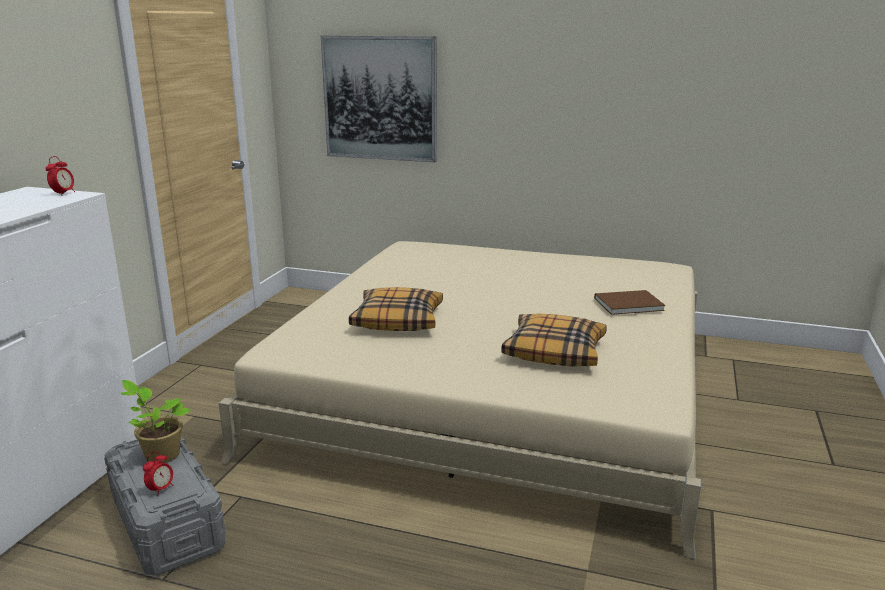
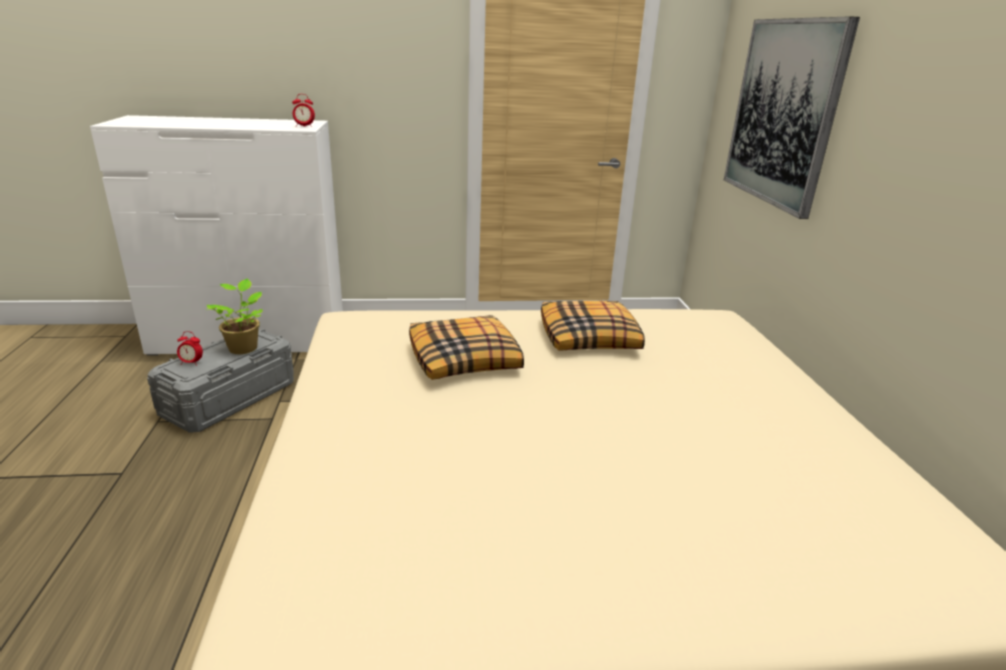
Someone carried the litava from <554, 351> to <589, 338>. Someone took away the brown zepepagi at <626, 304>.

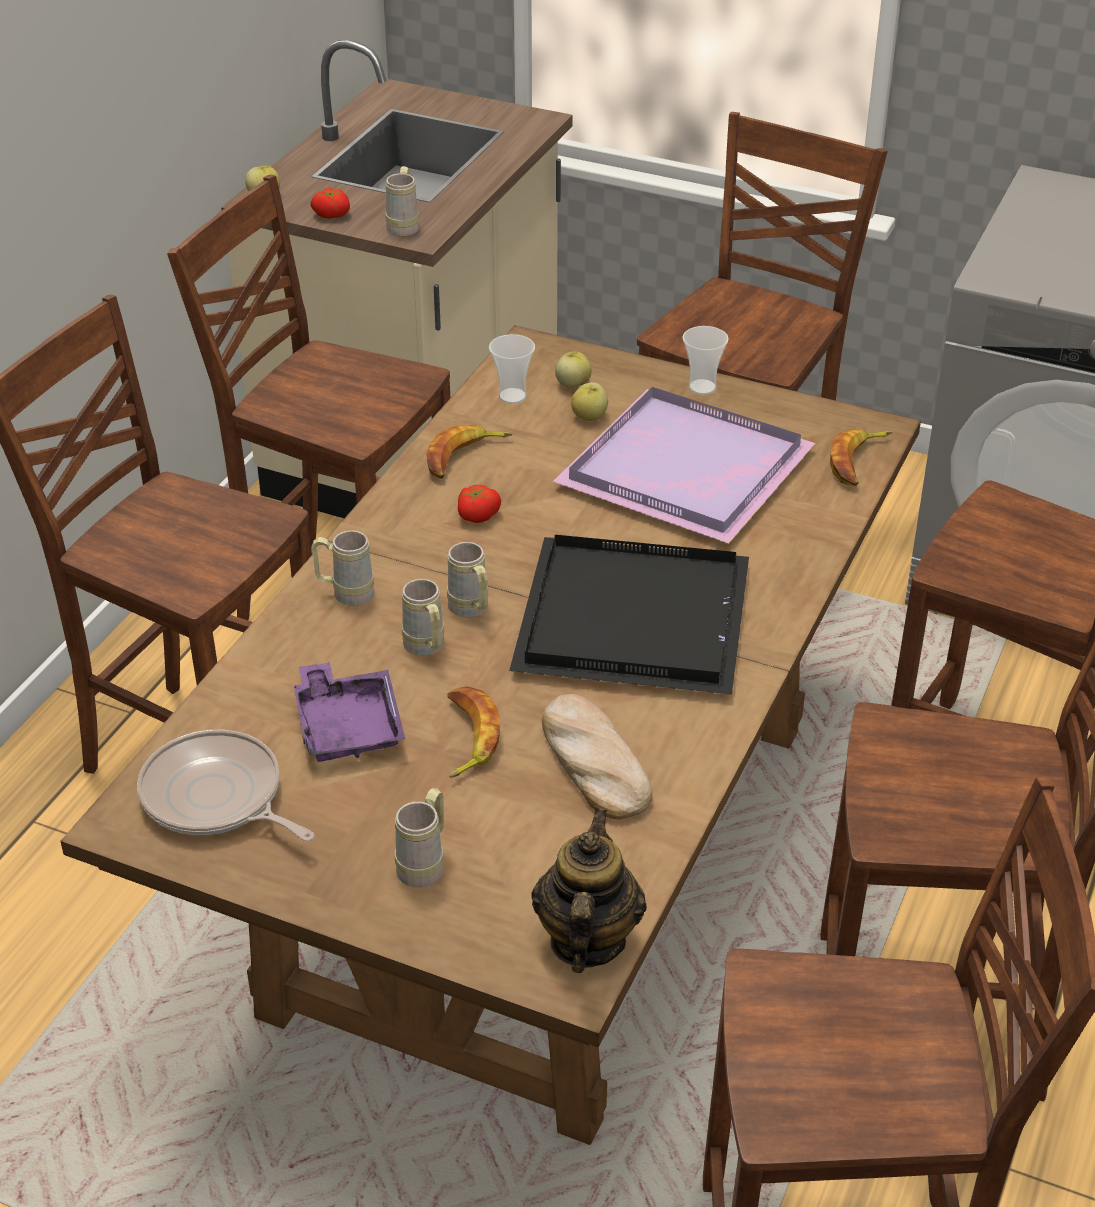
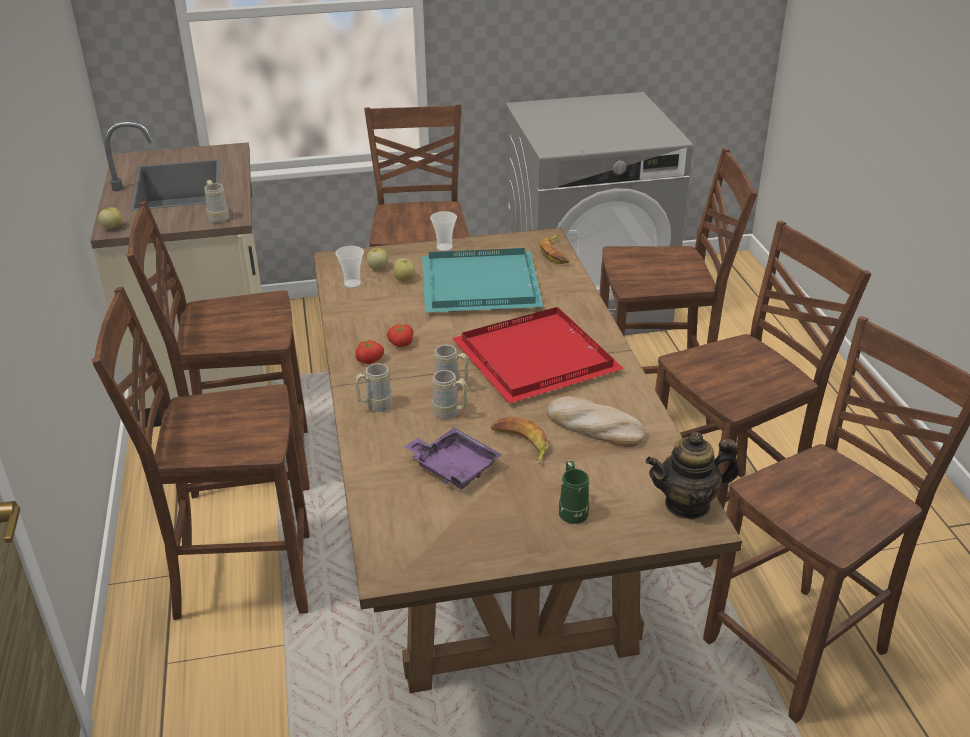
Someone took away the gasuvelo at <217, 798>. Someone carried the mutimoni from <332, 214> to <369, 359>. Someone repainted the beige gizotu at <425, 864>, which became the green gizotu at <572, 510>. Someone took away the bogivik at <464, 457>. Someone repainted the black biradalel at <636, 623>, which became the red biradalel at <539, 358>. Someone rotated the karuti at <586, 940> by 75 degrees counterclockwise. Someone repainted the purple biradalel at <687, 473>, which became the turquoise biradalel at <482, 286>.

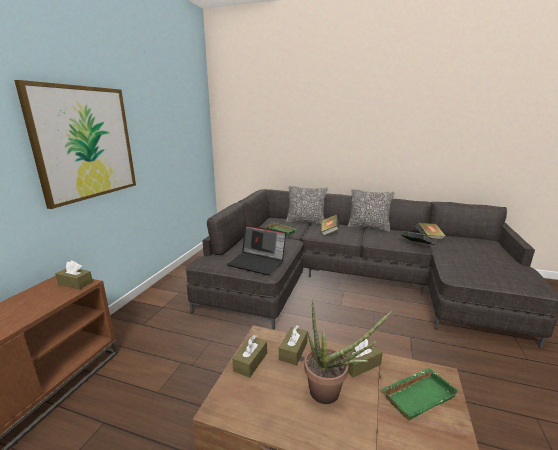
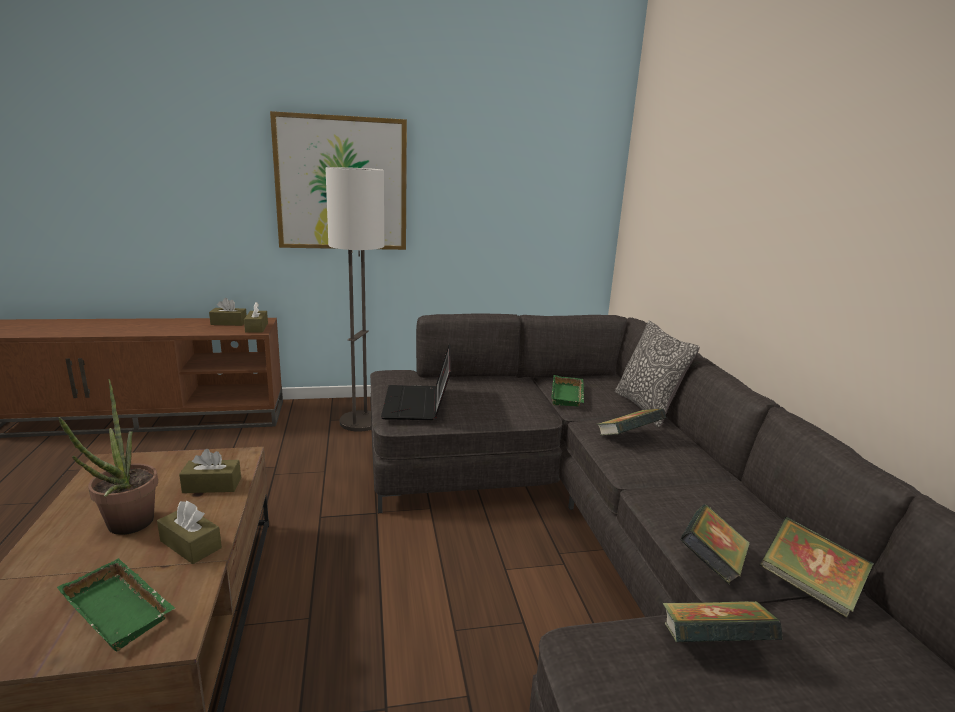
Someone carried the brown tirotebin from <250, 362> to <229, 323>. Someone took away the litava at <368, 227>. Someone put down the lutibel at <360, 422>. Someone put down the zepepagi at <712, 646>.

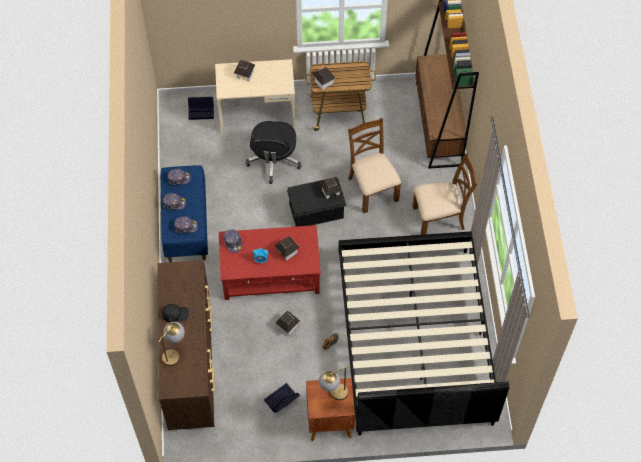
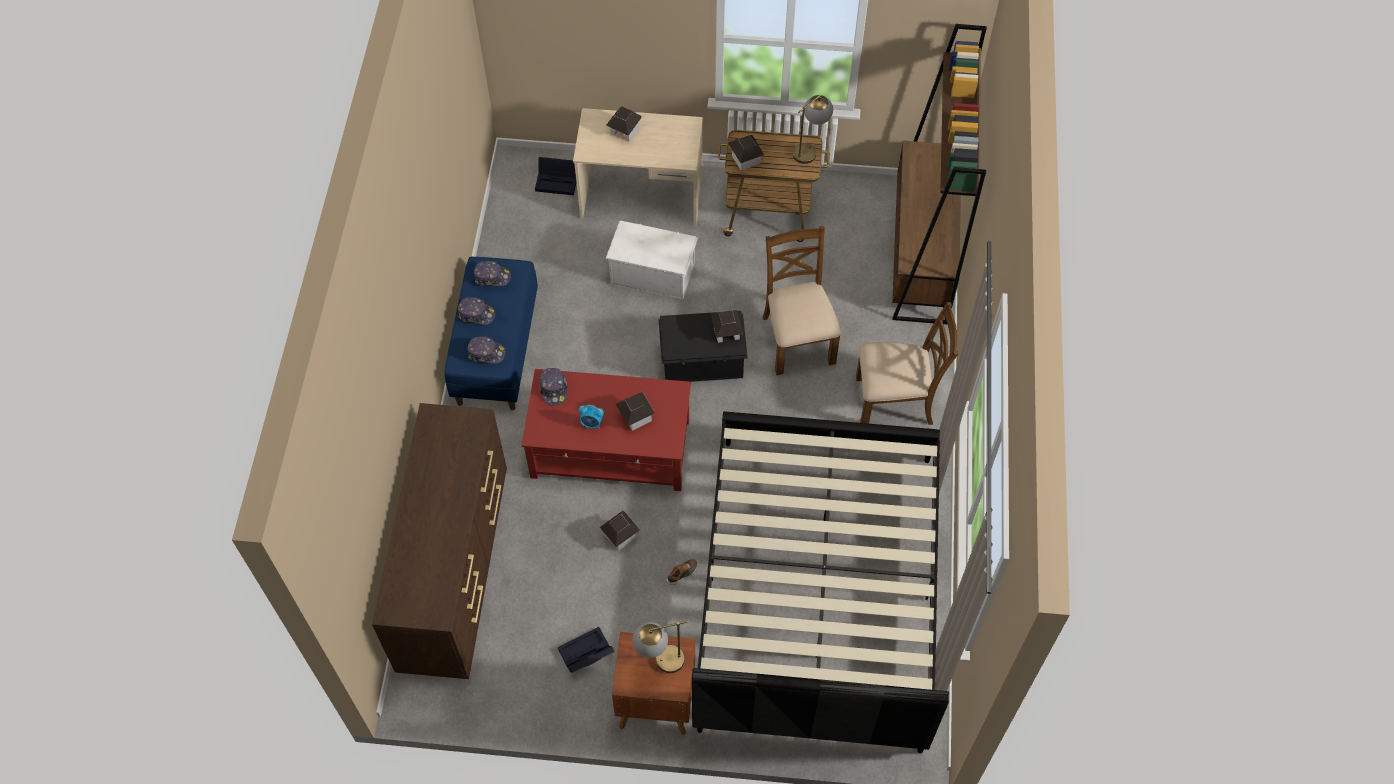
Someone carried the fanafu from <174, 353> to <810, 149>. Someone took away the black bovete at <175, 314>. Someone swapped the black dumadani at <273, 161> for the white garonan at <652, 272>.

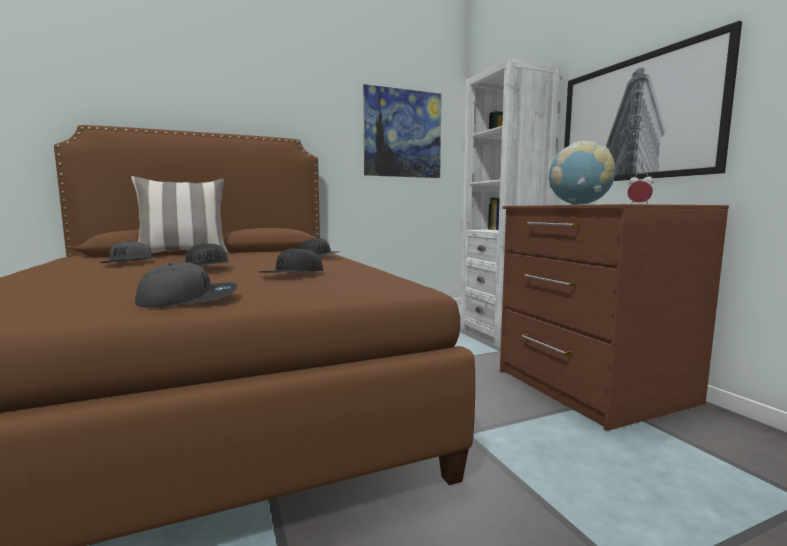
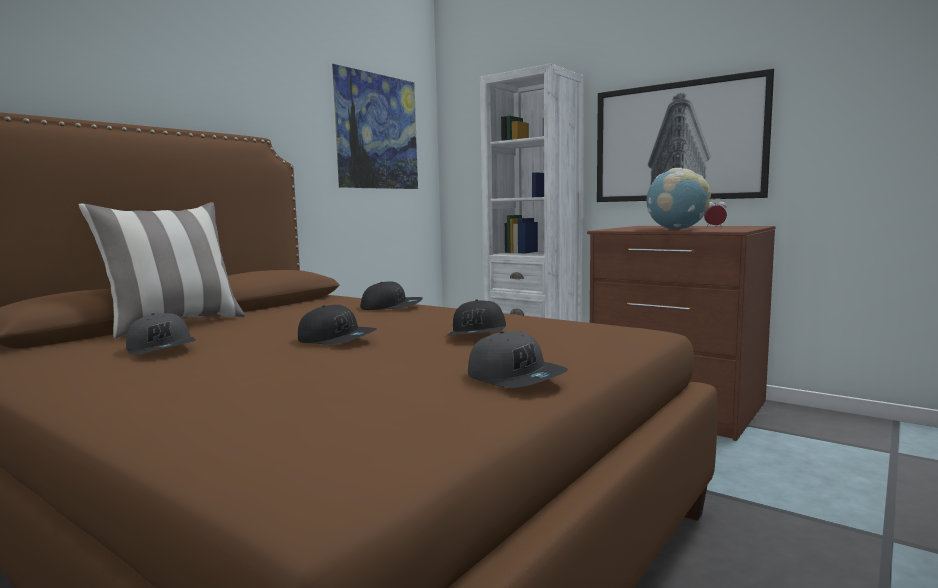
Someone rotated the grey bovete at <189, 299> by 105 degrees clockwise.

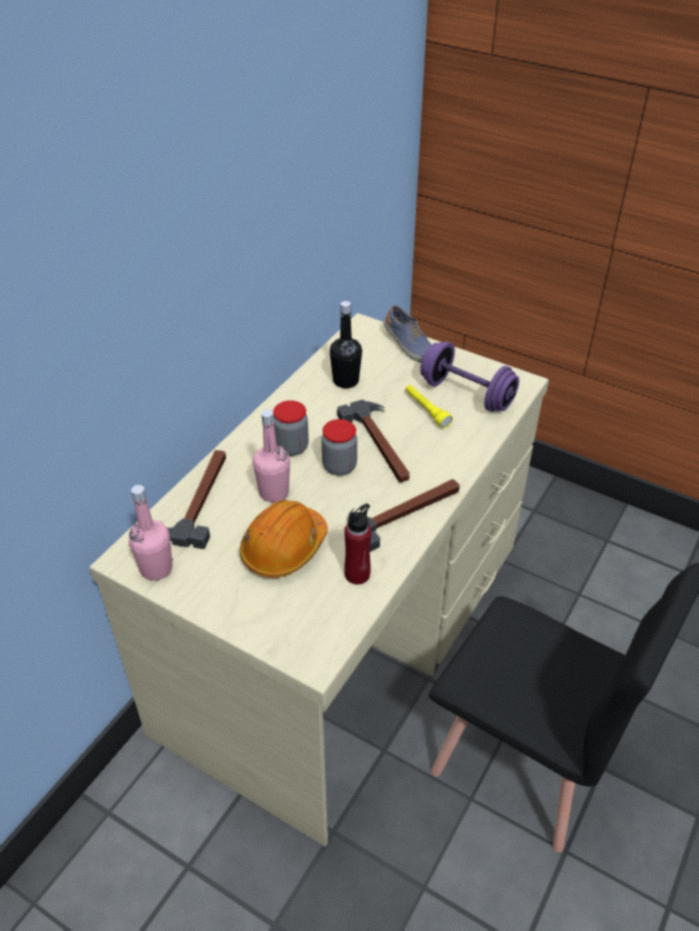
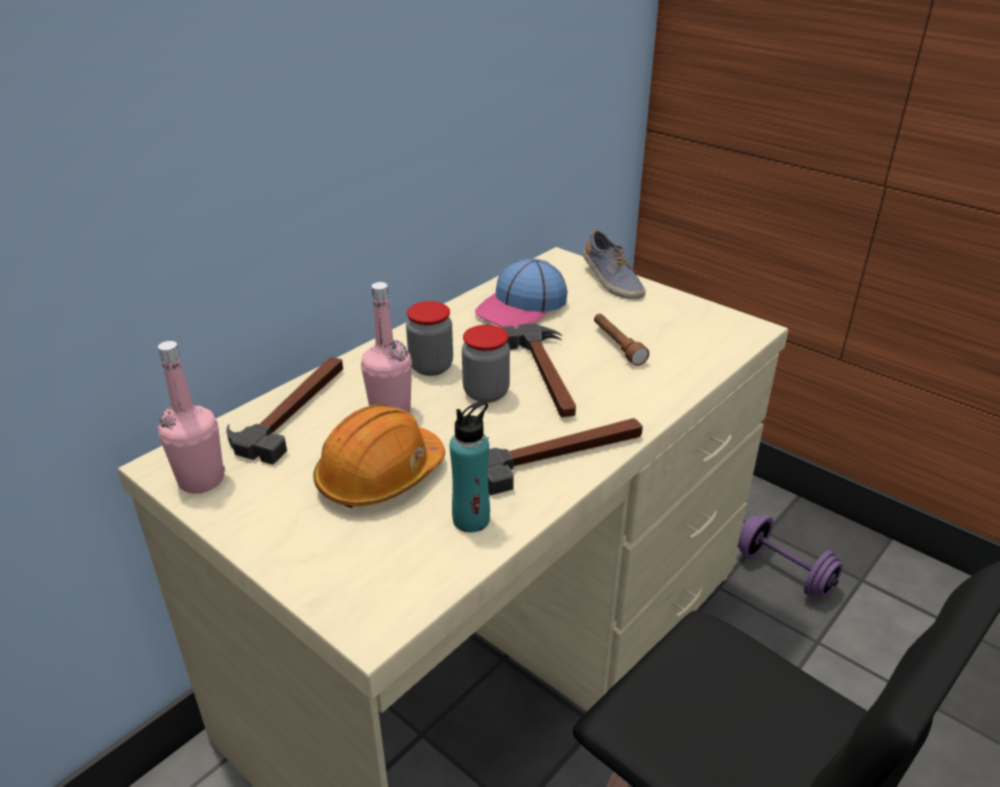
Someone swapped the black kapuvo at <346, 381> for the bovete at <522, 307>. Someone repainted the red kapuvo at <357, 574>, which became the turquoise kapuvo at <471, 519>. Someone repainted the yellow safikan at <426, 410>, which became the brown safikan at <617, 345>. Someone carried the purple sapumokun from <466, 394> to <783, 572>.

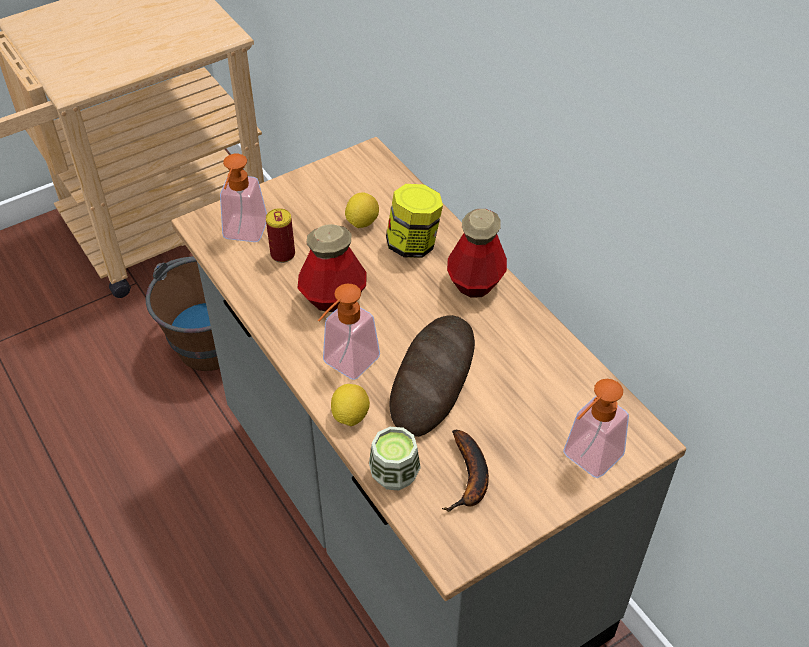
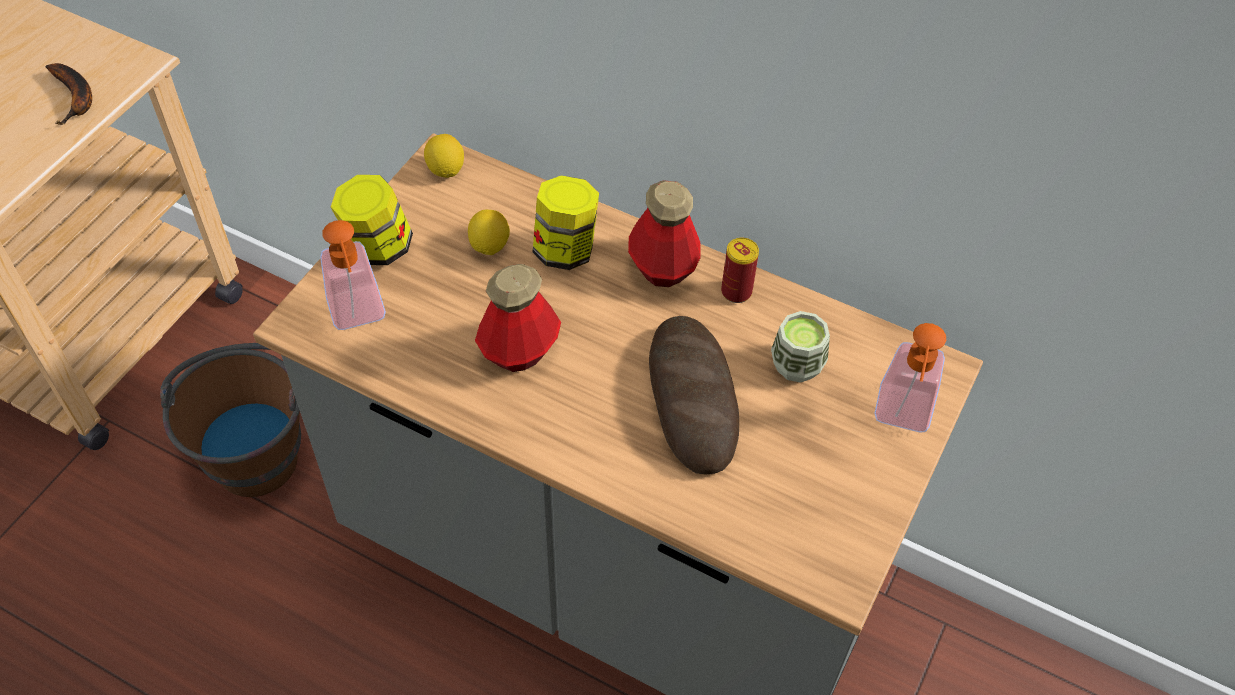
Someone carried the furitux from <283, 254> to <736, 291>. Someone took away the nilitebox at <345, 366>. Someone carried the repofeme from <350, 416> to <446, 170>. Someone carried the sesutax from <394, 474> to <797, 364>. Someone carried the bogivik from <469, 478> to <75, 97>. Someone put down the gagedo at <378, 247>.

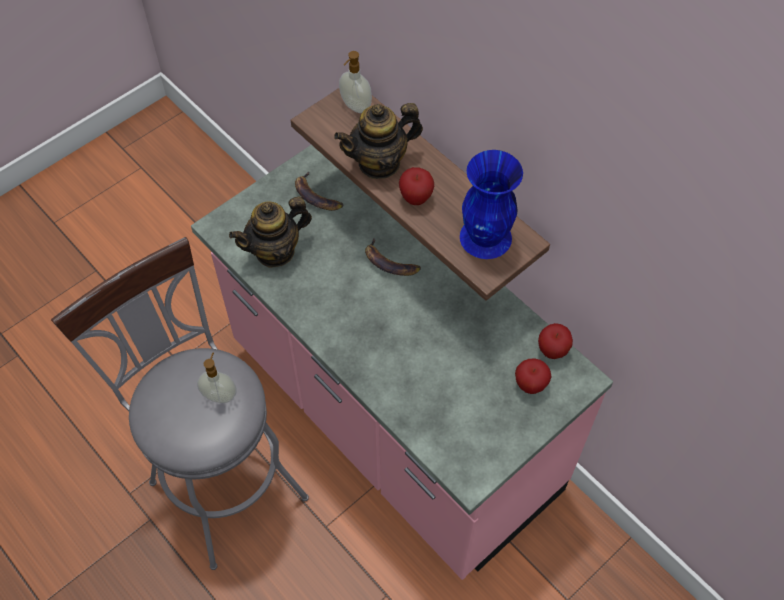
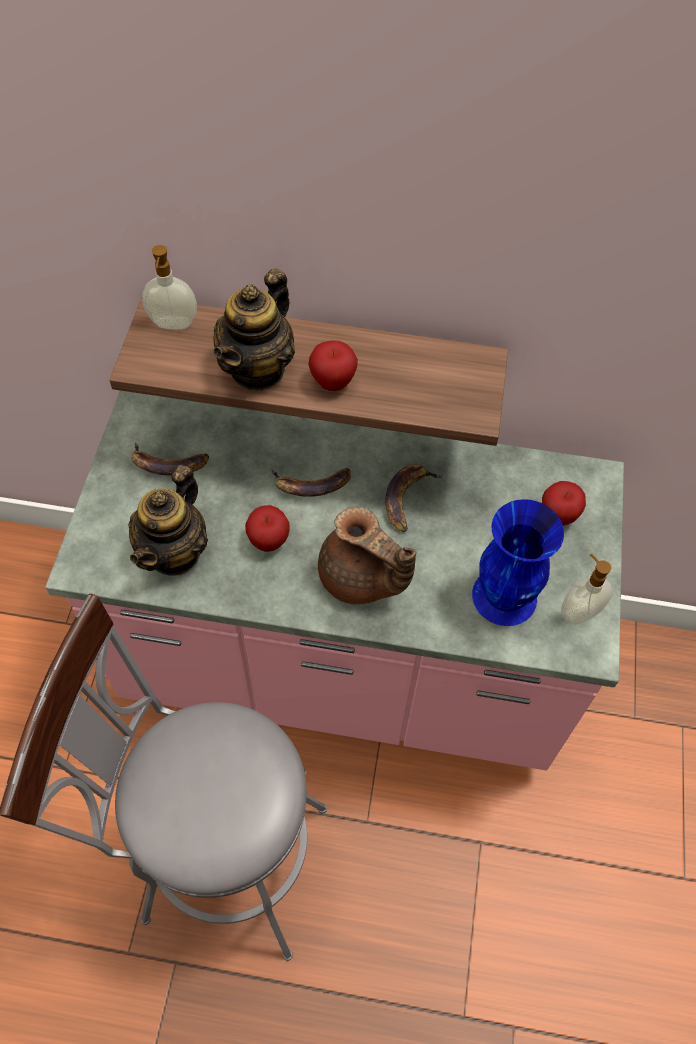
Someone carried the nilitebox from <220, 395> to <578, 612>. Someone carried the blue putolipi from <485, 238> to <505, 597>. Someone carried the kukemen from <552, 351> to <268, 541>. Someone put down the brown karuti at <361, 579>. Someone put down the bogivik at <407, 498>.

